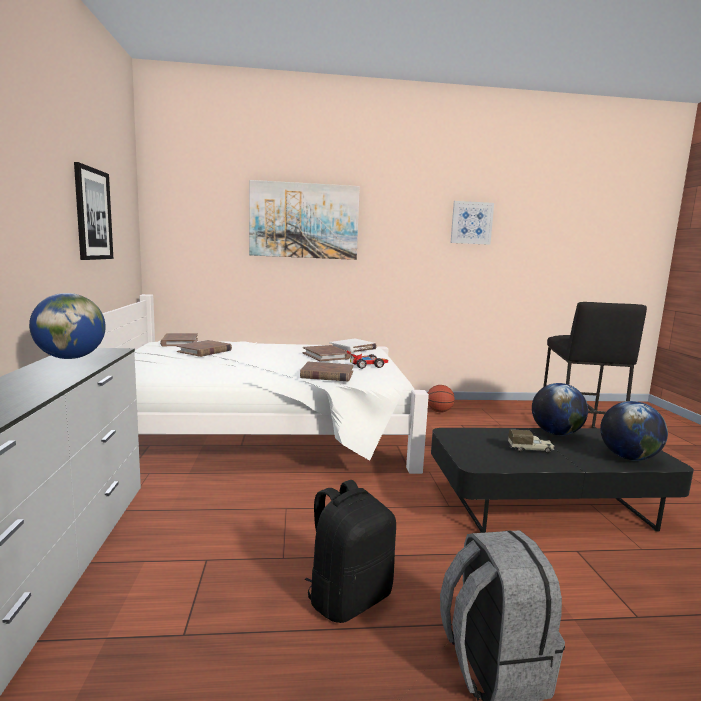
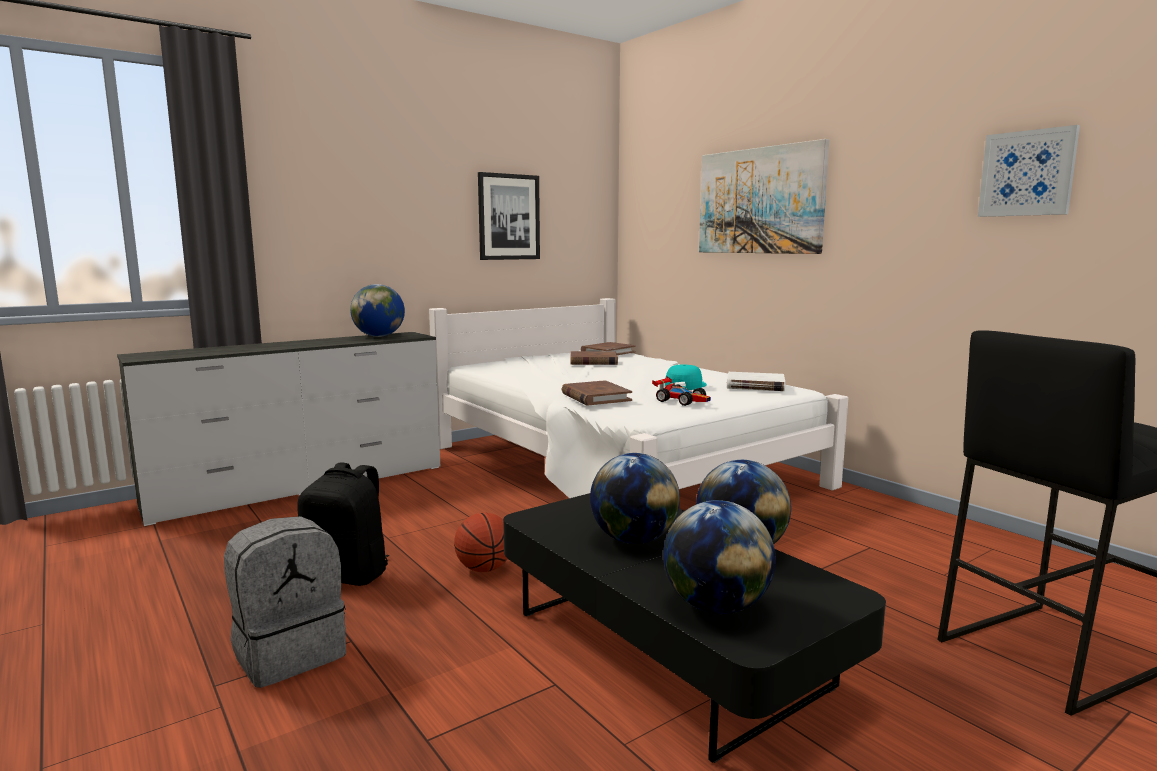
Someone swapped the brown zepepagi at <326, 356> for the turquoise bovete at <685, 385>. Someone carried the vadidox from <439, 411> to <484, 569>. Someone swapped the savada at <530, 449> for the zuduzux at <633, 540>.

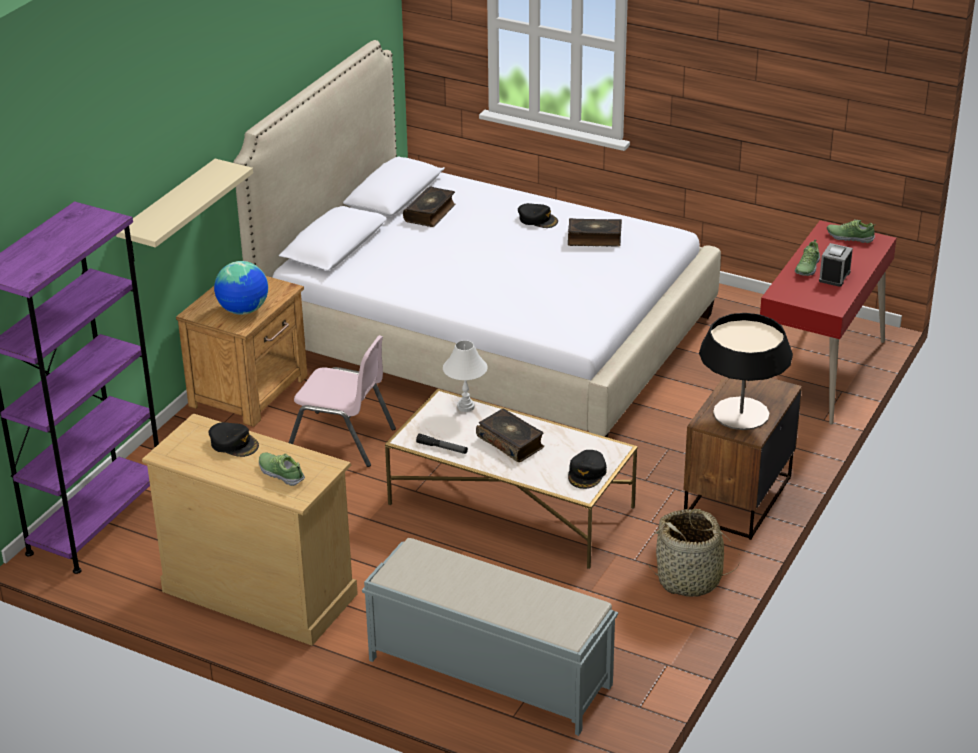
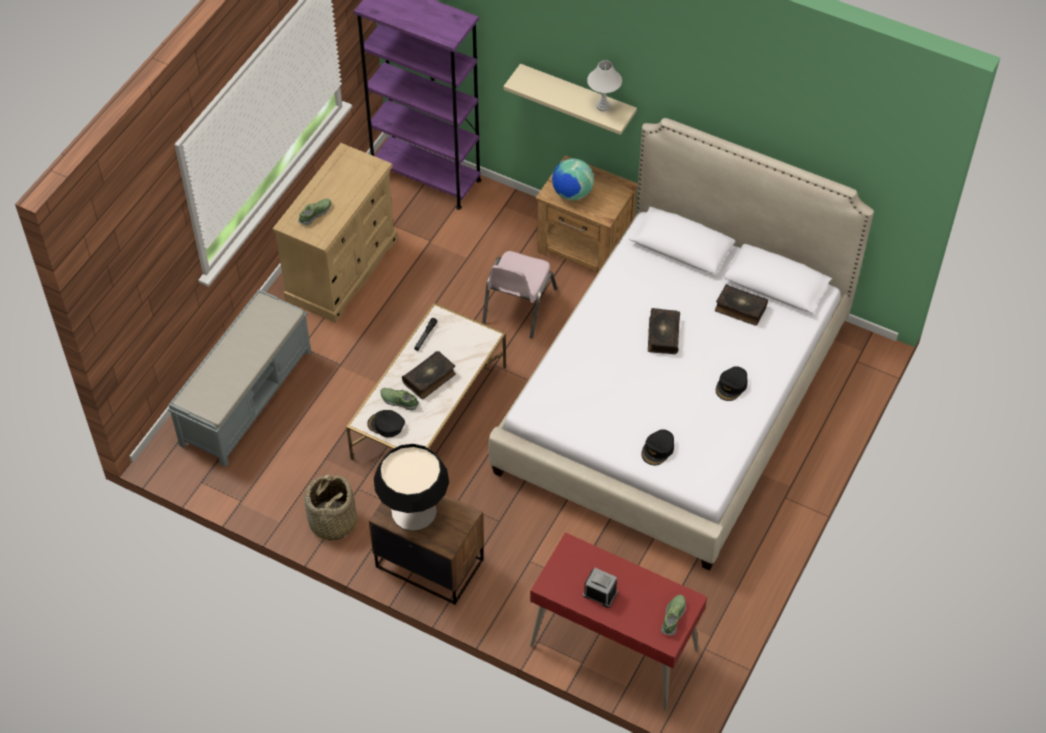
Someone carried the black bovete from <234, 444> to <658, 449>. Someone carried the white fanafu from <465, 406> to <603, 106>. Someone carried the zepepagi from <594, 239> to <662, 335>. Someone carried the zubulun from <807, 267> to <399, 401>.

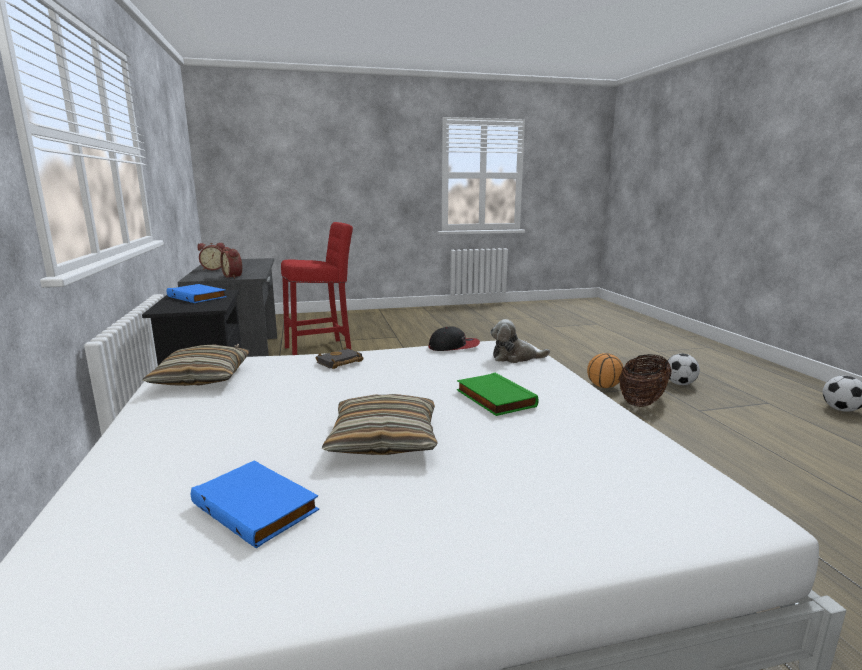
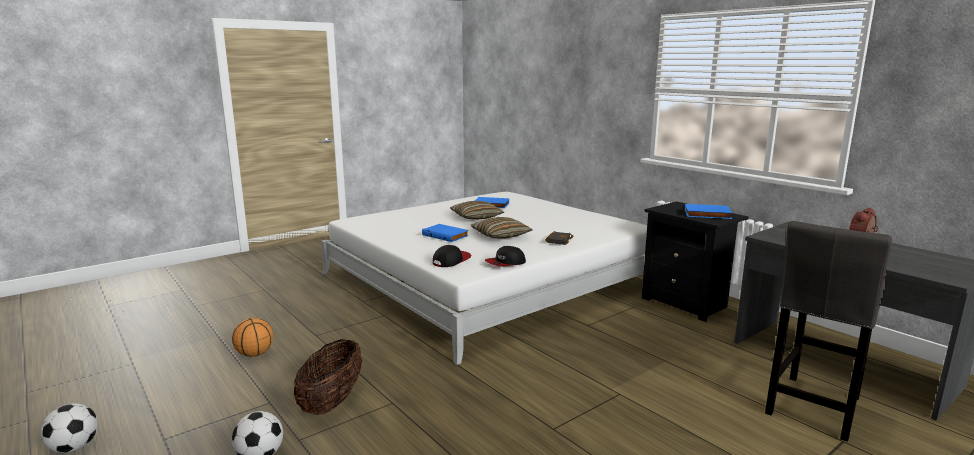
Someone carried the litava from <202, 378> to <500, 235>. Someone took away the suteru at <234, 276>. Someone repainted the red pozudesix at <322, 348>, which became the grey pozudesix at <812, 409>. Someone repainted the green zepepagi at <493, 398>, which became the blue zepepagi at <446, 235>. Someone swapped the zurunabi at <515, 357> for the bovete at <451, 260>. Someone carried the vadidox from <603, 387> to <255, 354>.

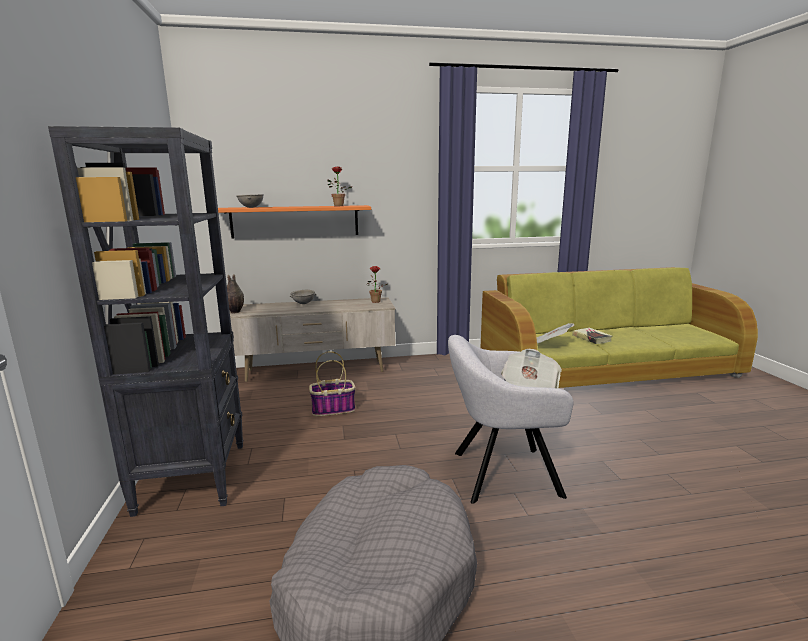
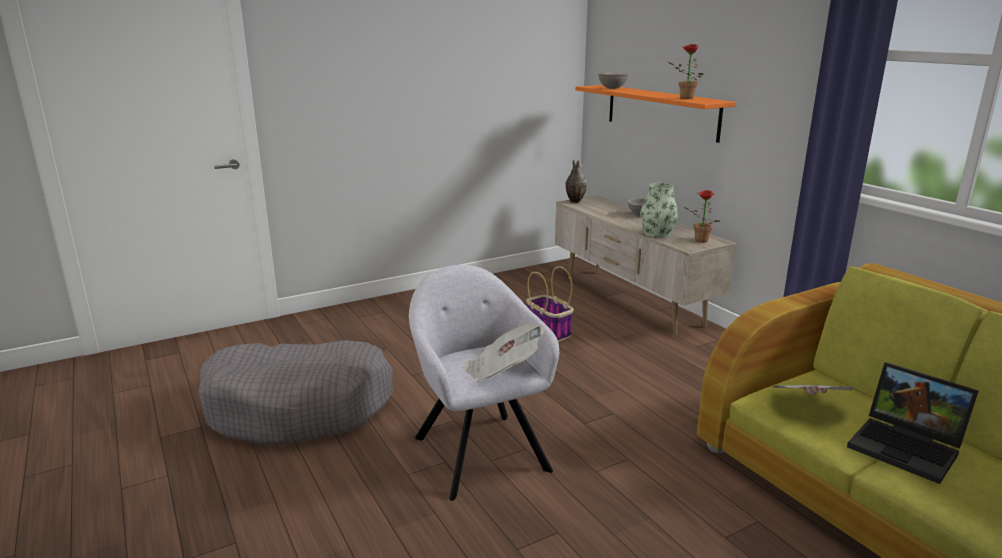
Someone took away the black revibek at <193, 476>. Someone swapped the zepepagi at <591, 338> for the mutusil at <907, 448>. Someone put down the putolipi at <657, 234>.

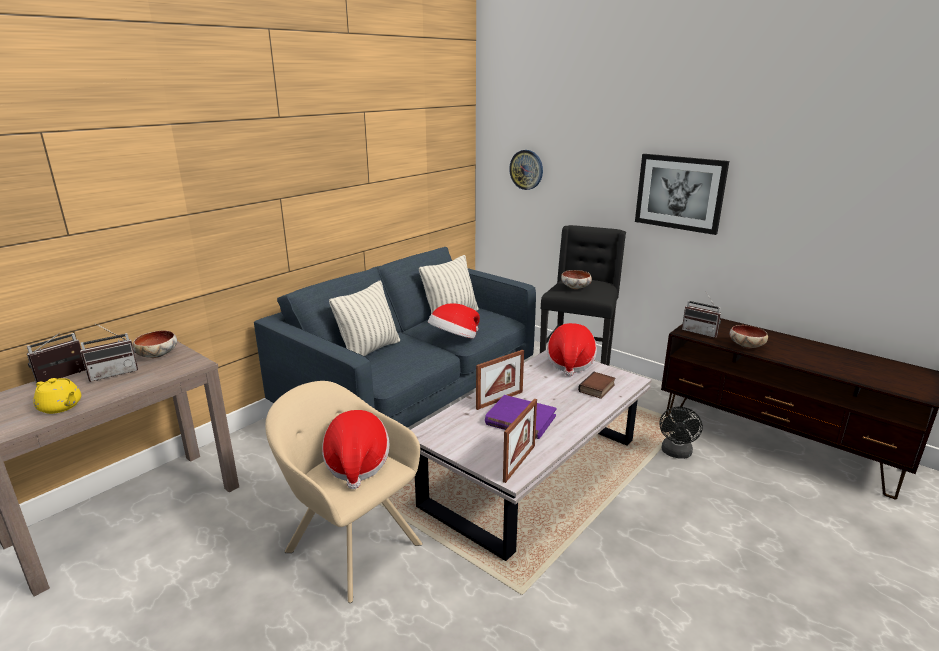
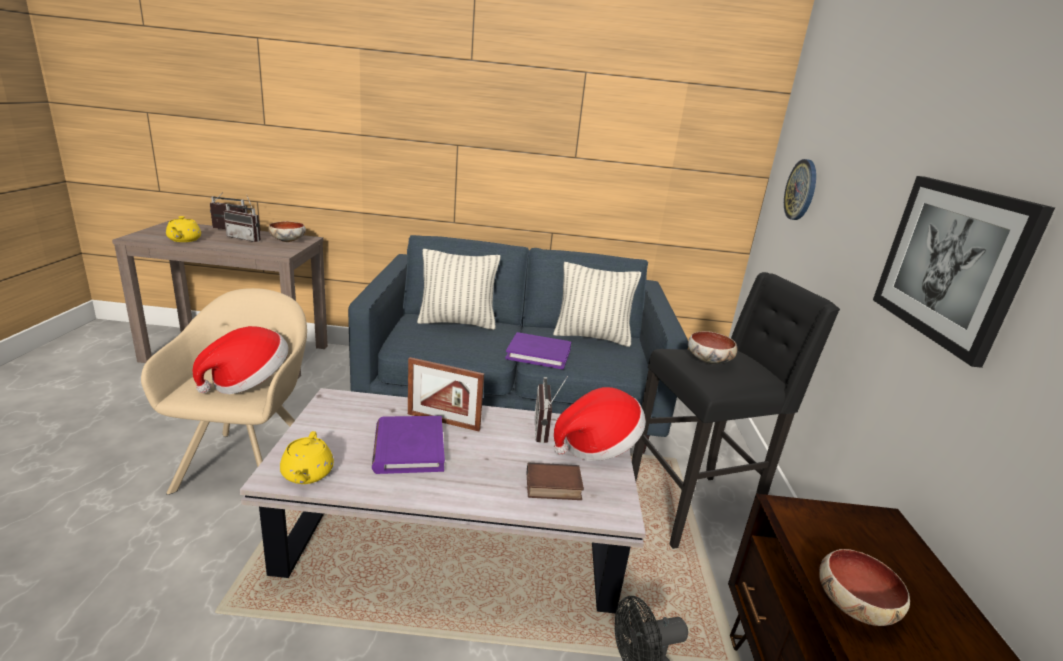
Someone swapped the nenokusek at <454, 339> for the purple zepepagi at <538, 354>. Someone swapped the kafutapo at <519, 463> for the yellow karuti at <307, 474>. Someone carried the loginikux from <700, 332> to <547, 430>.

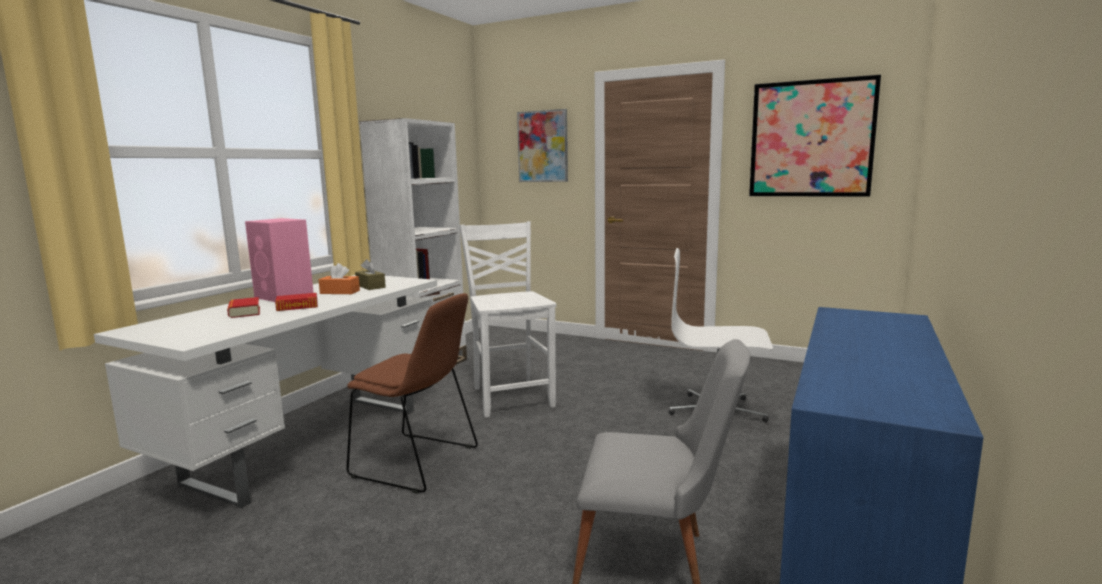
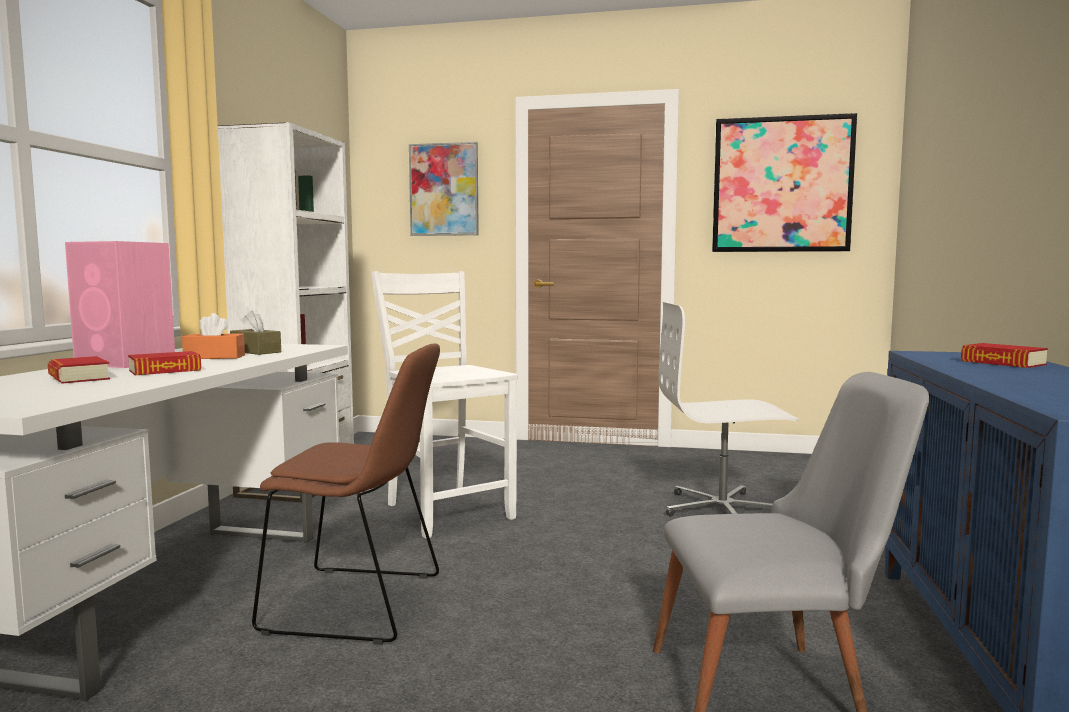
Someone put down the zepepagi at <1002, 363>.

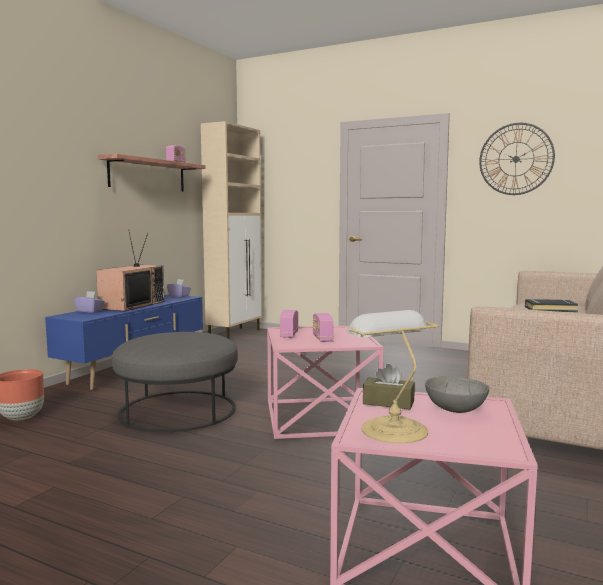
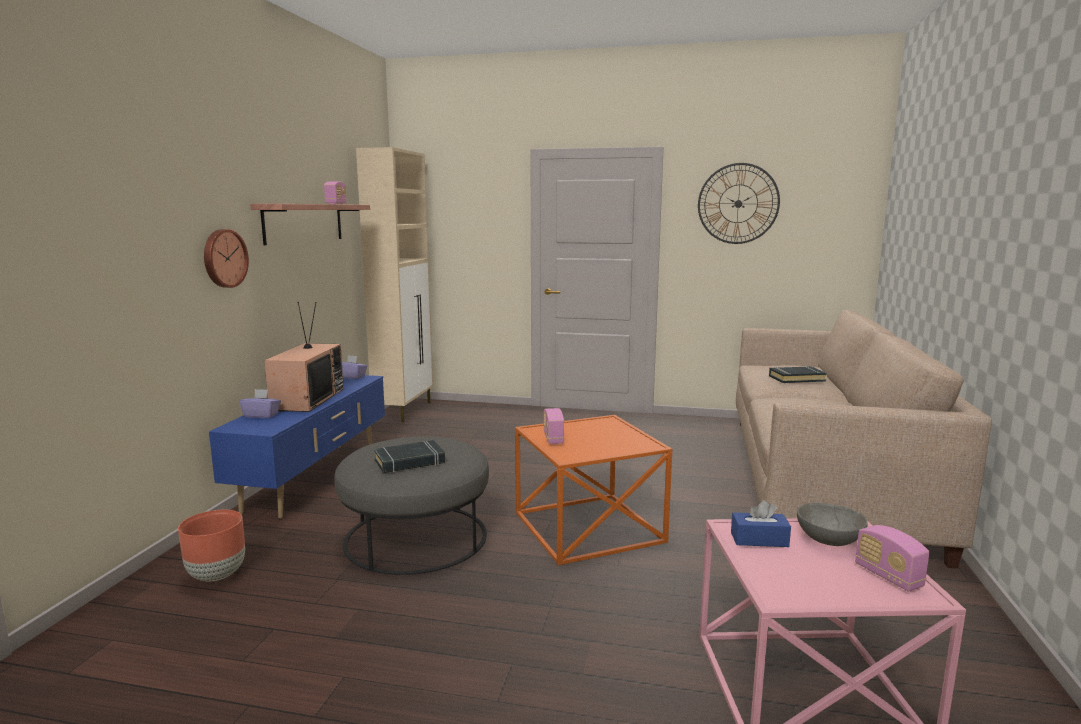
Someone repainted the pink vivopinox at <321, 417>, which became the orange vivopinox at <589, 527>. Someone carried the loginikux from <322, 338> to <888, 576>. Someone took away the fanafu at <391, 428>. Someone repainted the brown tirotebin at <388, 402>, which became the blue tirotebin at <759, 539>. Someone put up the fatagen at <223, 258>. Someone put down the black zepepagi at <410, 462>.

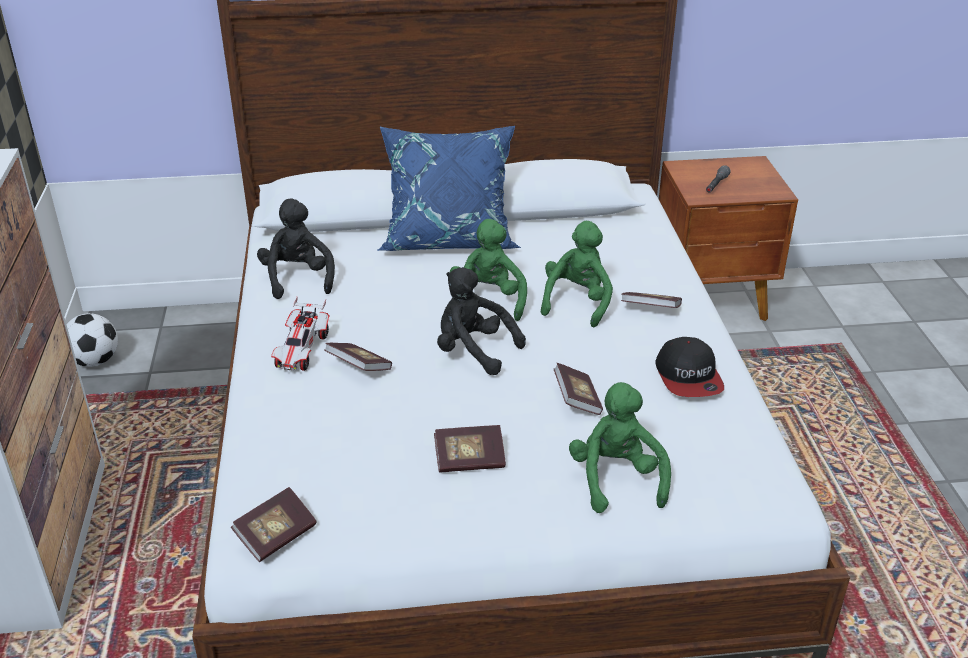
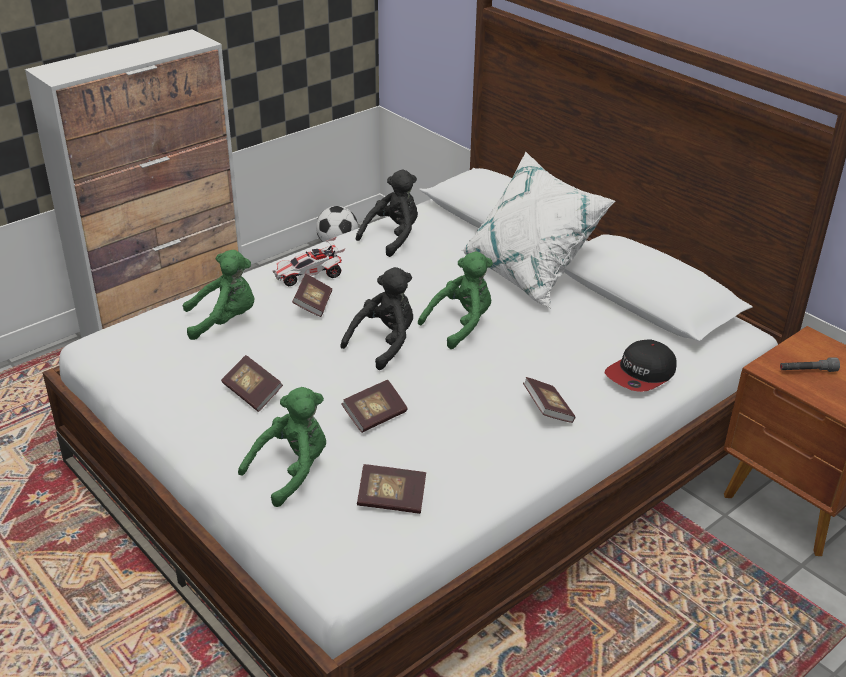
Someone carried the zepepagi from <276, 536> to <391, 499>. Someone repainted the blue litava at <449, 237>, which became the white litava at <529, 274>. Someone rotated the black zurunabi at <473, 351> by 45 degrees clockwise. Someone carried the green zurunabi from <577, 302> to <224, 321>. Someone carried the bovete from <689, 377> to <641, 374>.

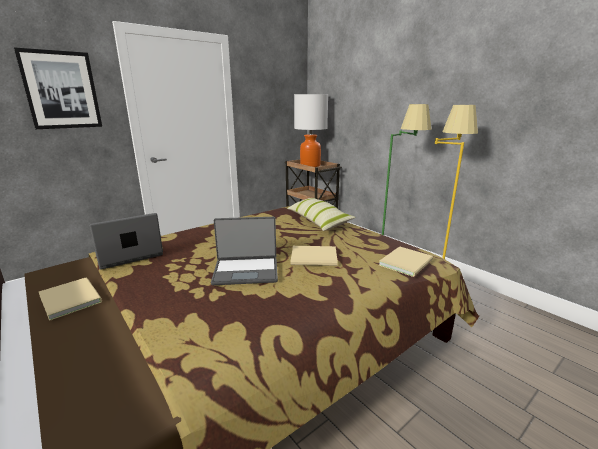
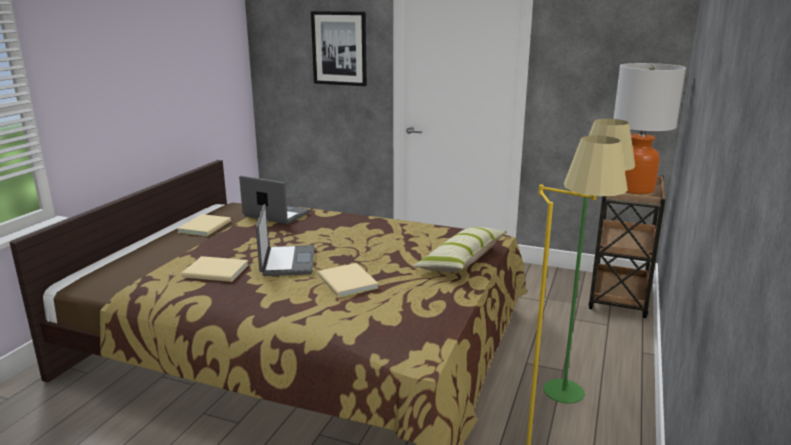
Someone rotated the mutusil at <246, 271> by 150 degrees counterclockwise. Someone carried the beige zepepagi from <407, 262> to <216, 272>.

